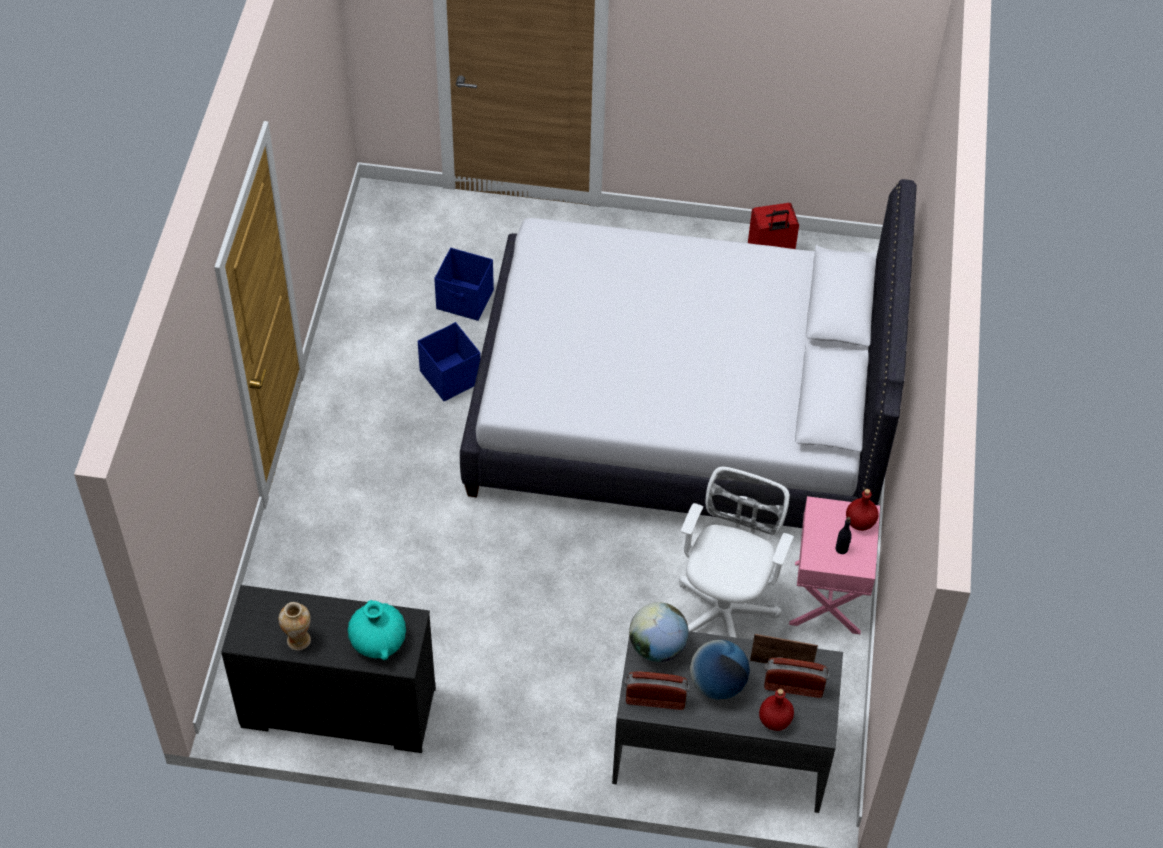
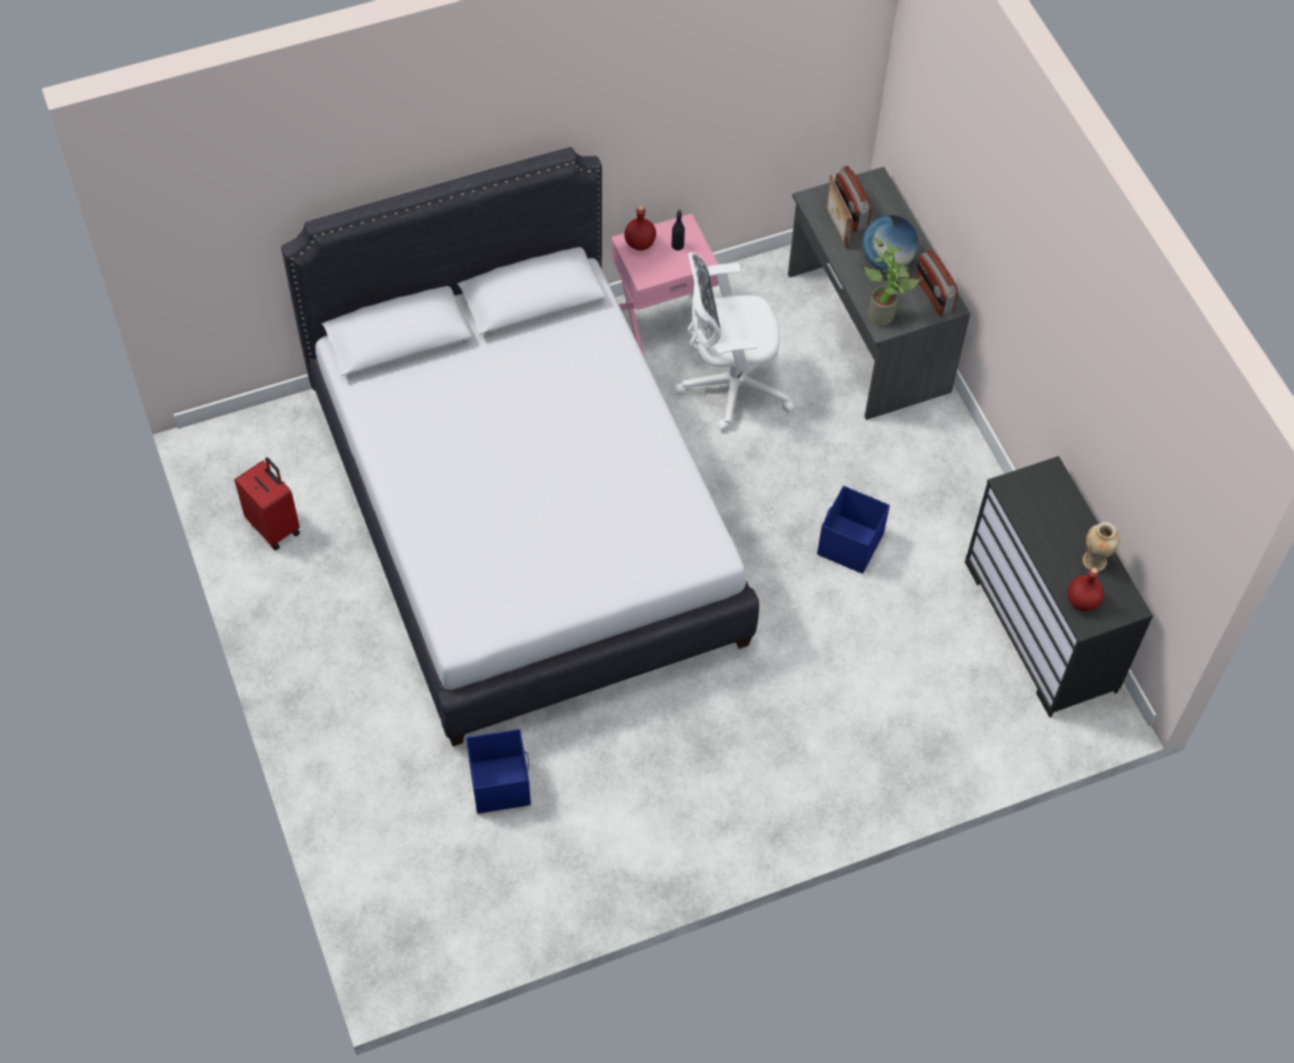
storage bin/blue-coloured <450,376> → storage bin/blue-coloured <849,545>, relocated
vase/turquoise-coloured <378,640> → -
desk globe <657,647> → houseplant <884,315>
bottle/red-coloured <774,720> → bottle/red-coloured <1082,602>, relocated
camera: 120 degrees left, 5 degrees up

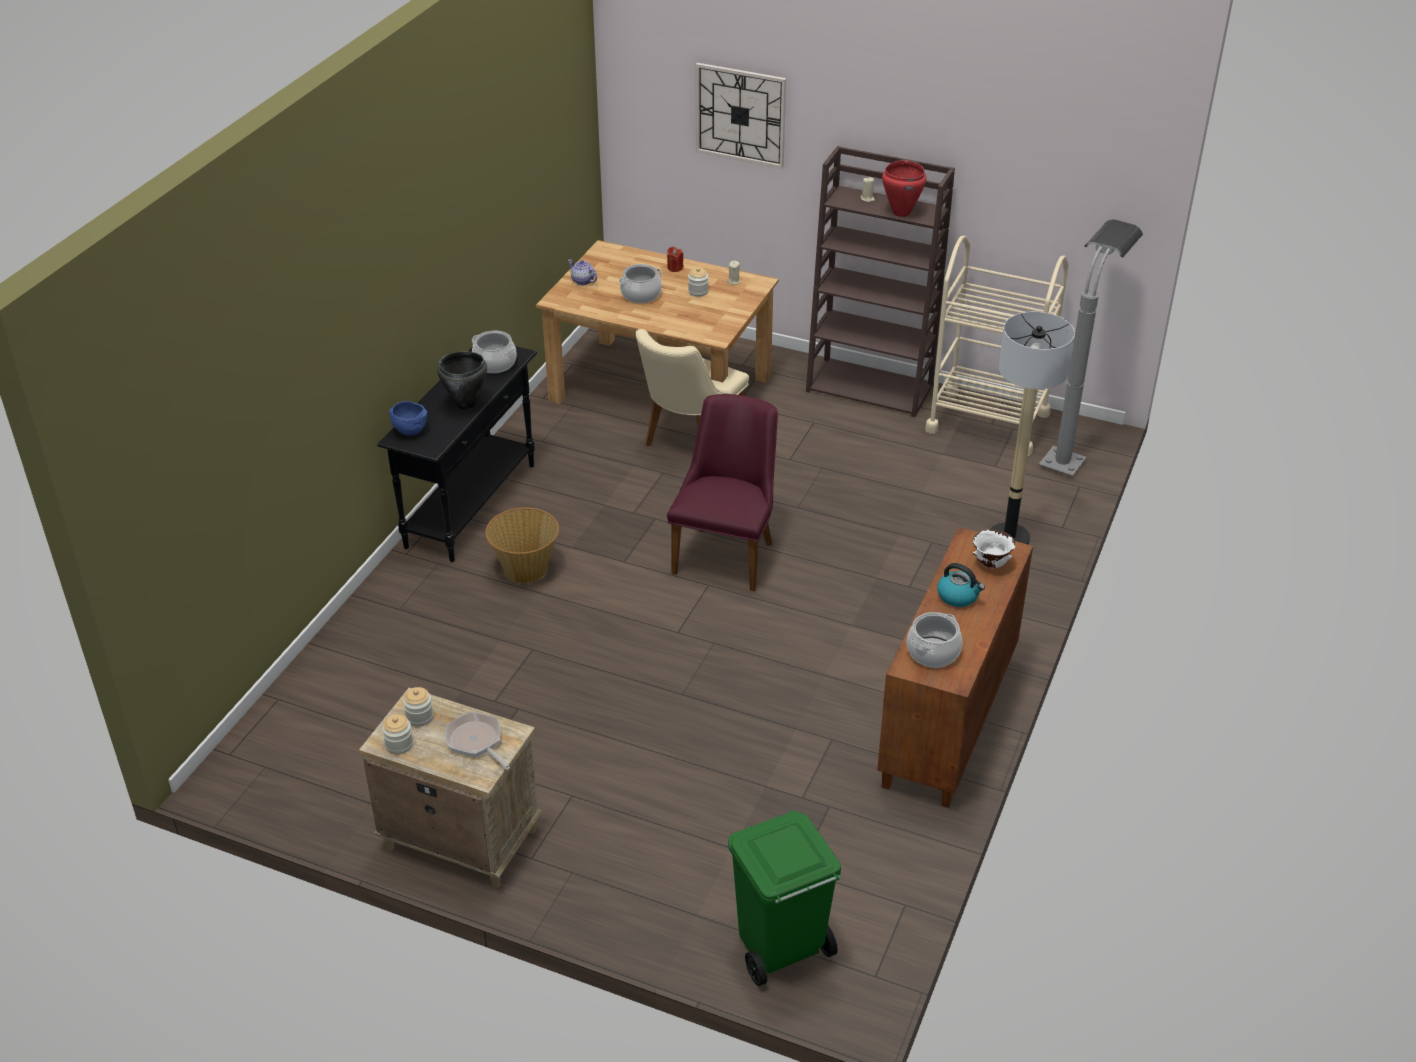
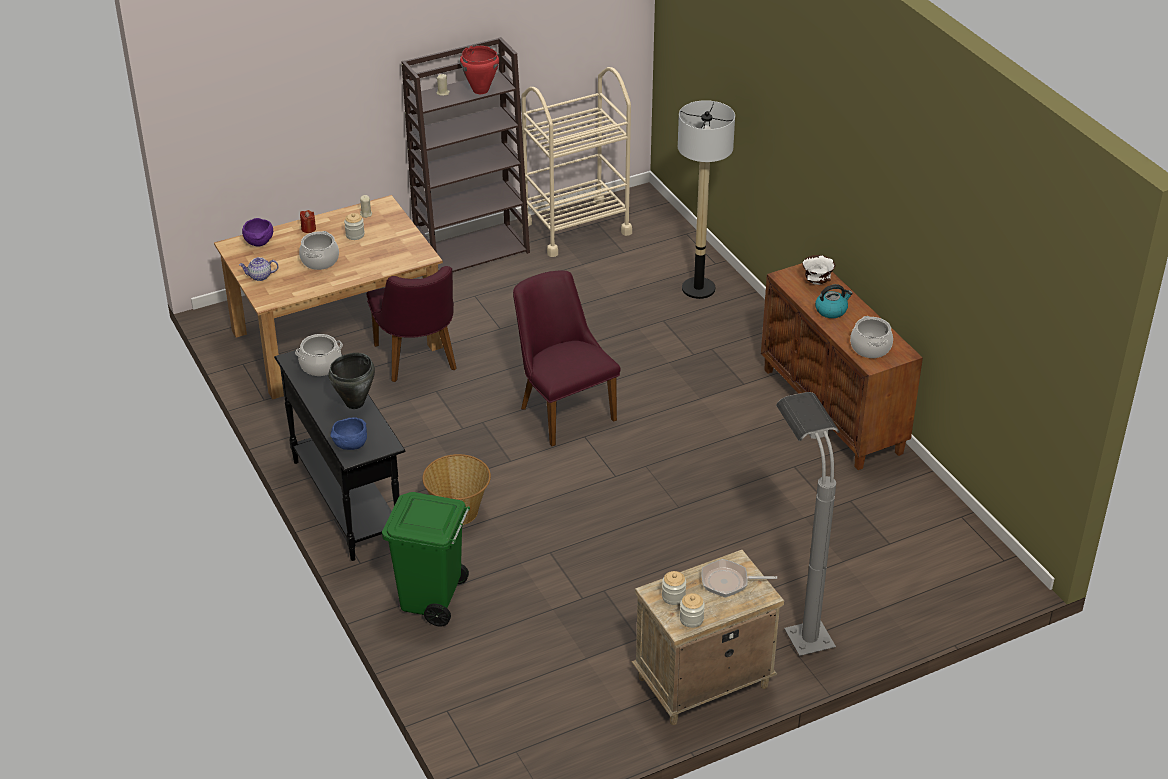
hanging clock <740,115> → -
floor lamp/greyish <1071,450> → floor lamp/greyish <797,621>, relocated
upright chair/beige-coloured <688,443> → upright chair/purplish <418,361>
waste bin/greenish <780,949> → waste bin/greenish <432,600>, relocated
- → deep dish/purplish <259,243>
camera: 50 degrees left, 0 degrees up

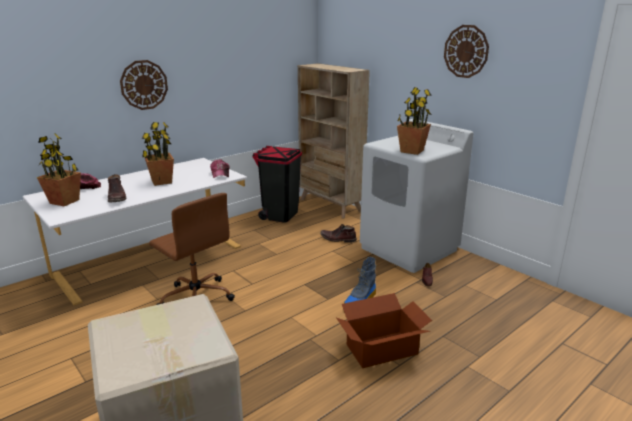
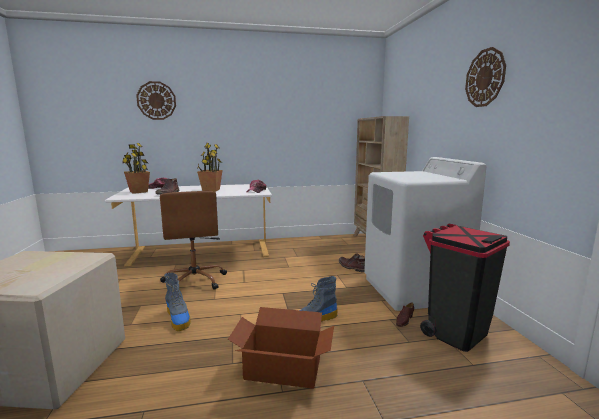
hanging clock <144,85> → hanging clock <156,100>, relocated
houseplant <411,151> → -
waste bin/black-coloured <280,215> → waste bin/black-coloured <456,333>, relocated
- → tall boot <178,319>
camera: 30 degrees right, 10 degrees down

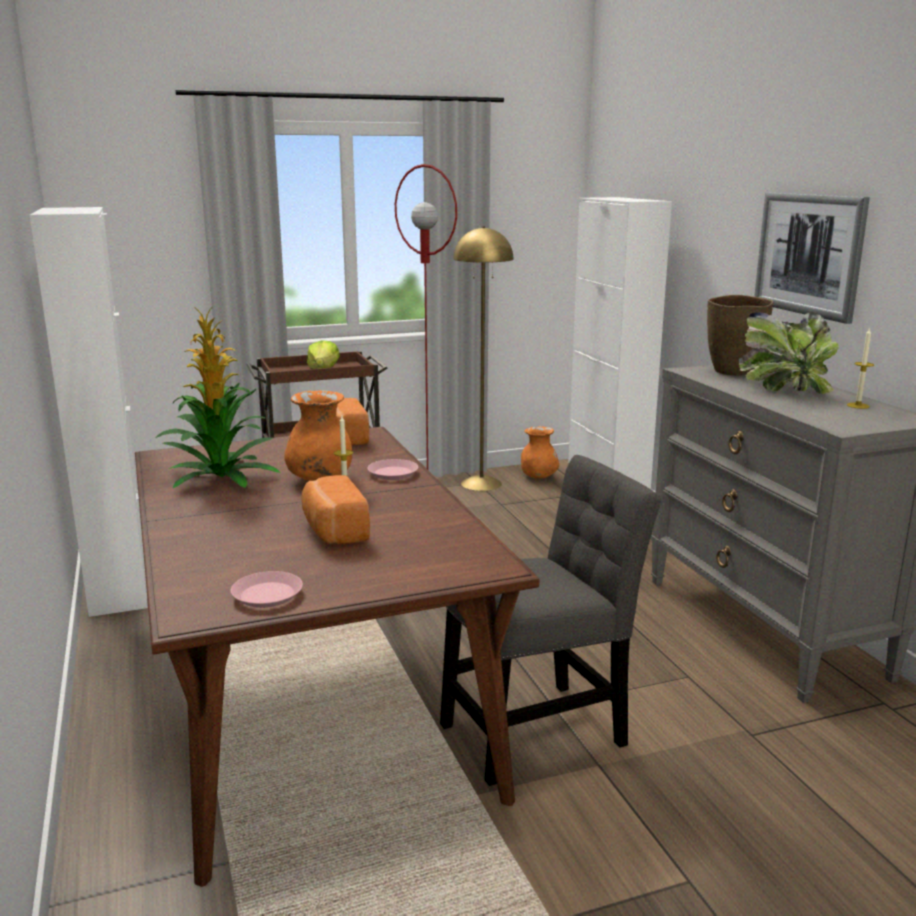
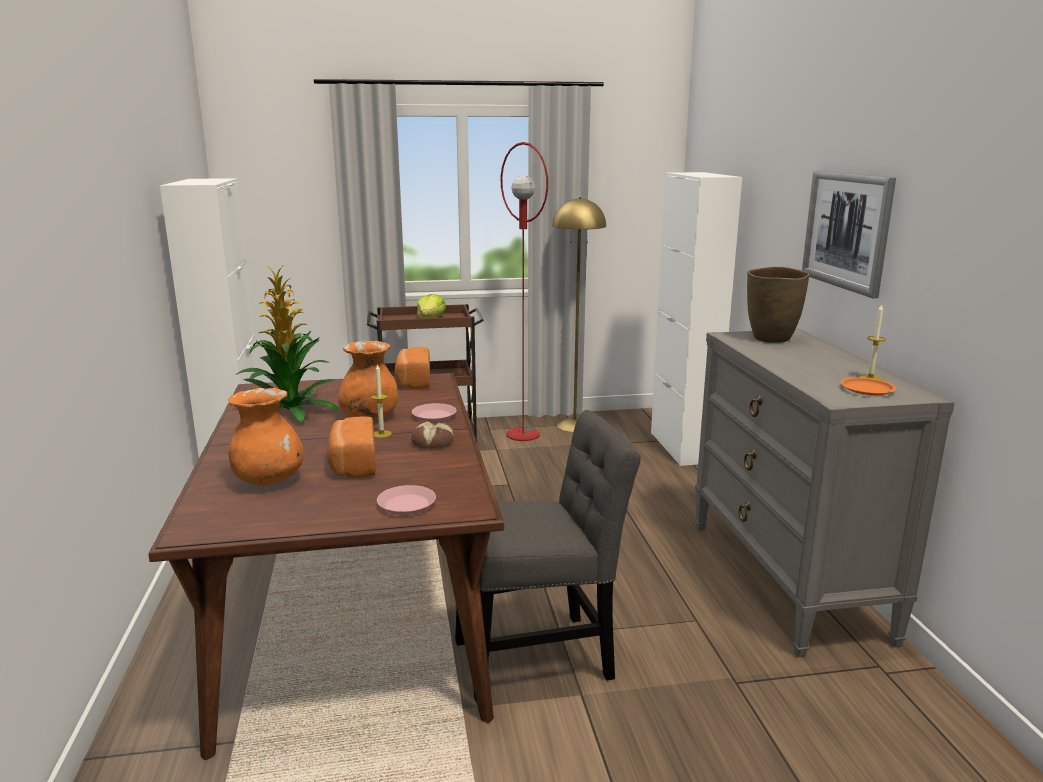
houseplant <784,391> → -
vase/orange <538,477> → vase/orange <269,480>, relocated
dinner plate/pink <267,595> → dinner plate/pink <407,505>, relocated
- → dinner plate/orange <866,389>
- → baked bread <434,442>
camera: 10 degrees right, 0 degrees up

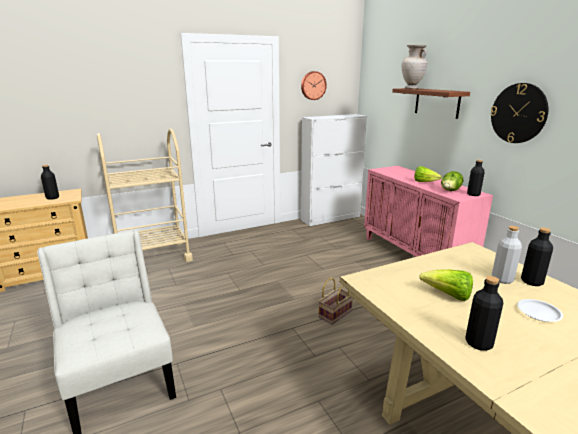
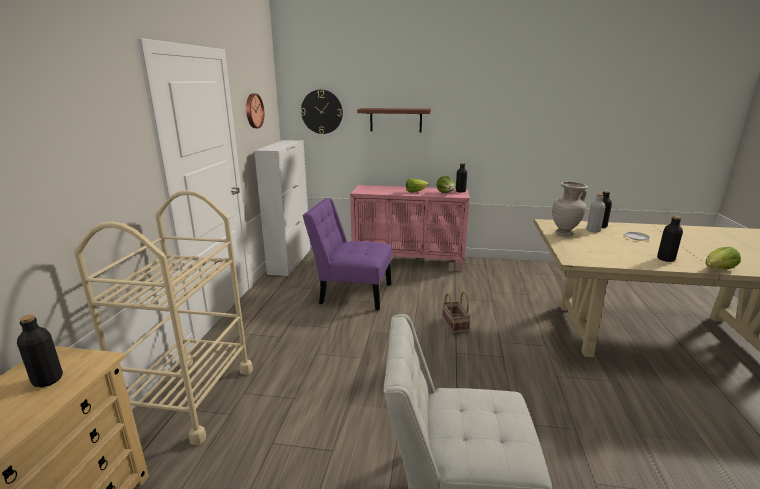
vase/beige-coloured <411,88> → vase/beige-coloured <564,234>, relocated
hanging clock <518,113> → hanging clock <322,112>, relocated
lettuce head <448,295> → lettuce head <718,270>, relocated
- → upright chair/purplish <351,293>
camera: 55 degrees left, 0 degrees up

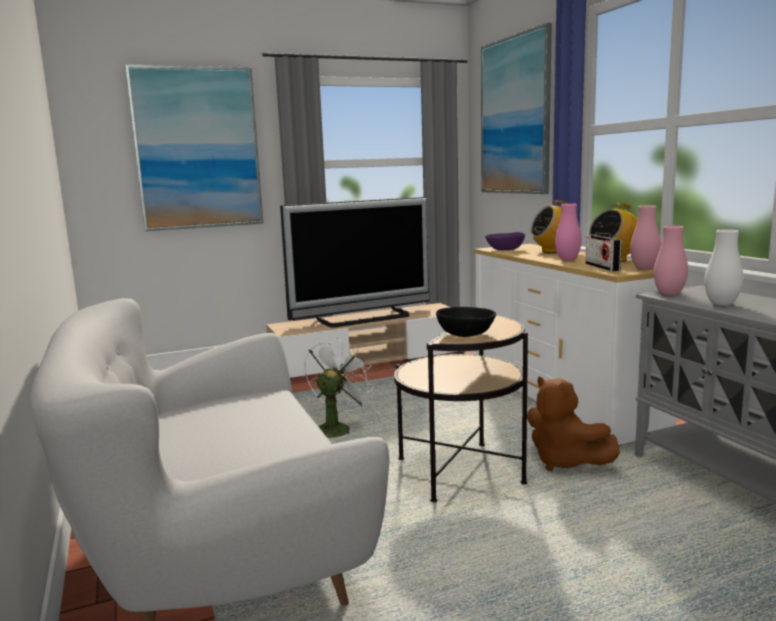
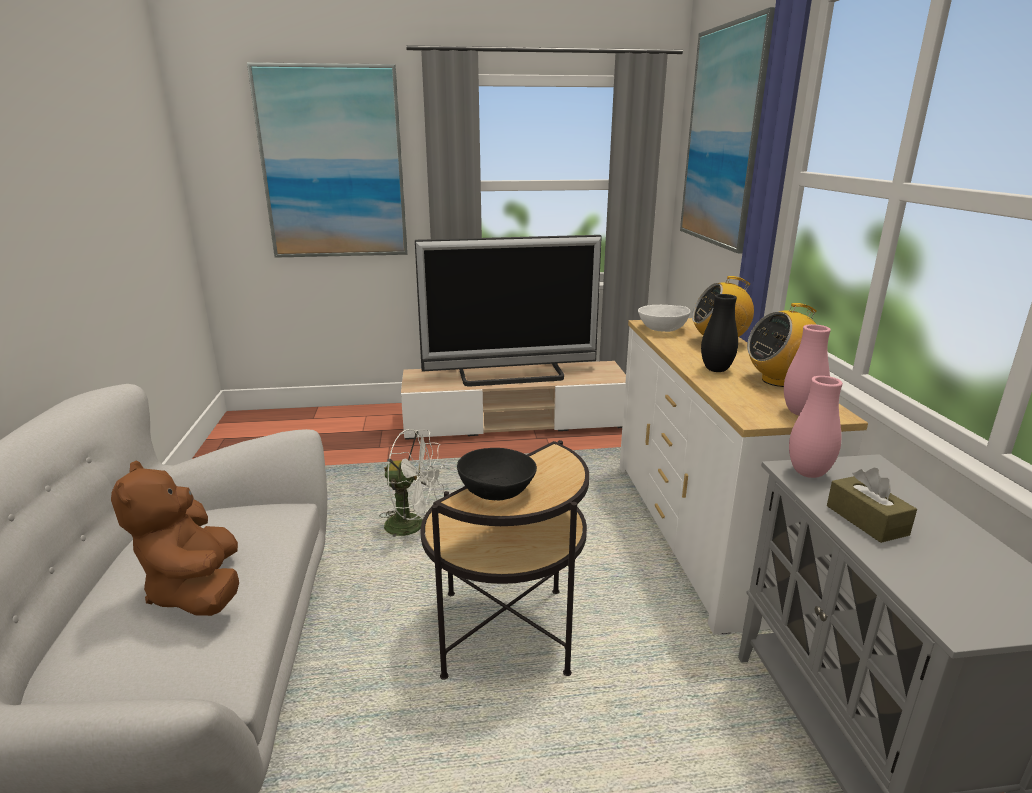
vase/pink <567,260> → vase/black-coloured <716,370>
vase/white-coloured <721,304> → tissue box/brown-coloured <866,520>
deep dish/purplish <505,249> → deep dish/white-coloured <662,329>
radio <602,267> → -
electric fan/white-coloured <336,428> → electric fan/white-coloured <413,526>, 60 degrees clockwise
plush toy/brown-coloured <564,462> → plush toy/brown-coloured <197,590>, relocated
camera: 15 degrees right, 10 degrees up

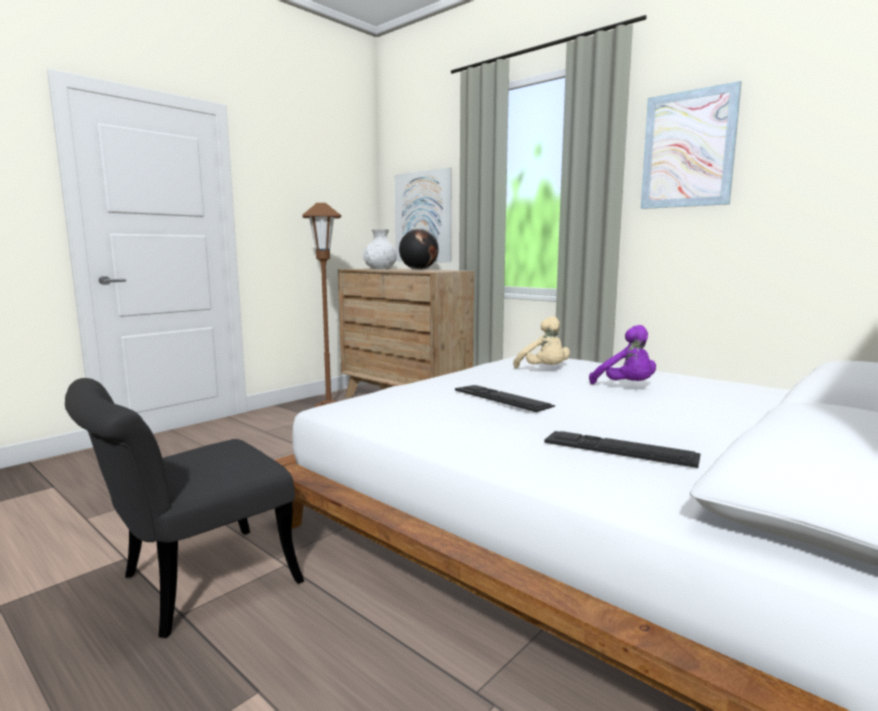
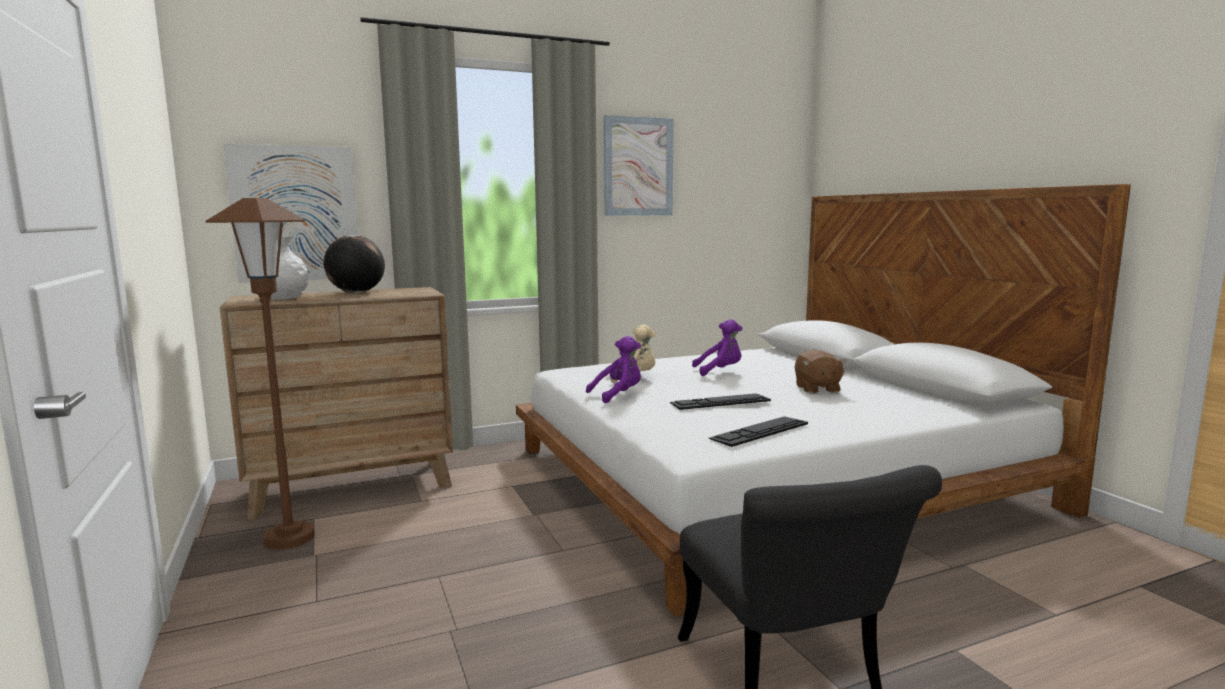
keyboard <620,448> → keyboard <759,431>, relocated
- → plush toy/purplish <618,395>
- → plush toy/brown-coloured <817,389>
camera: 65 degrees left, 0 degrees up

